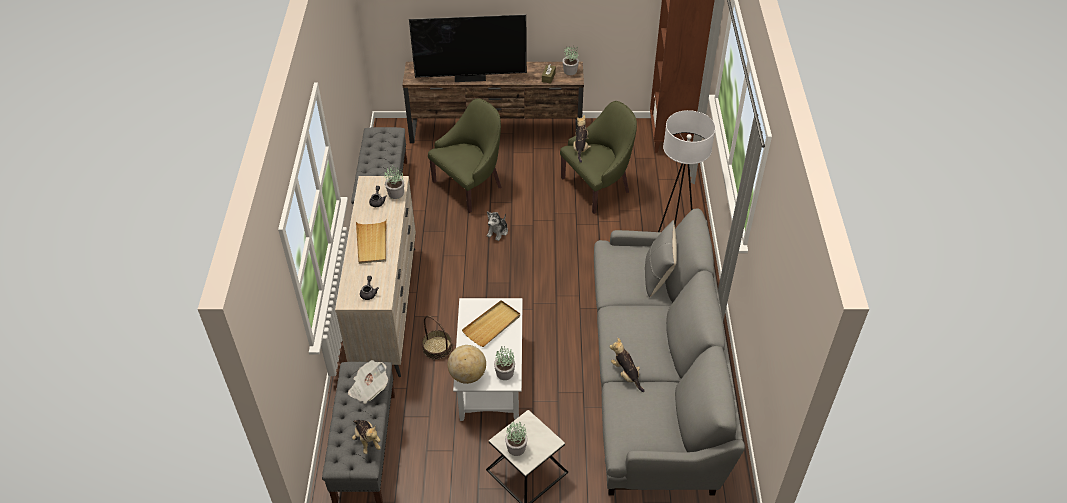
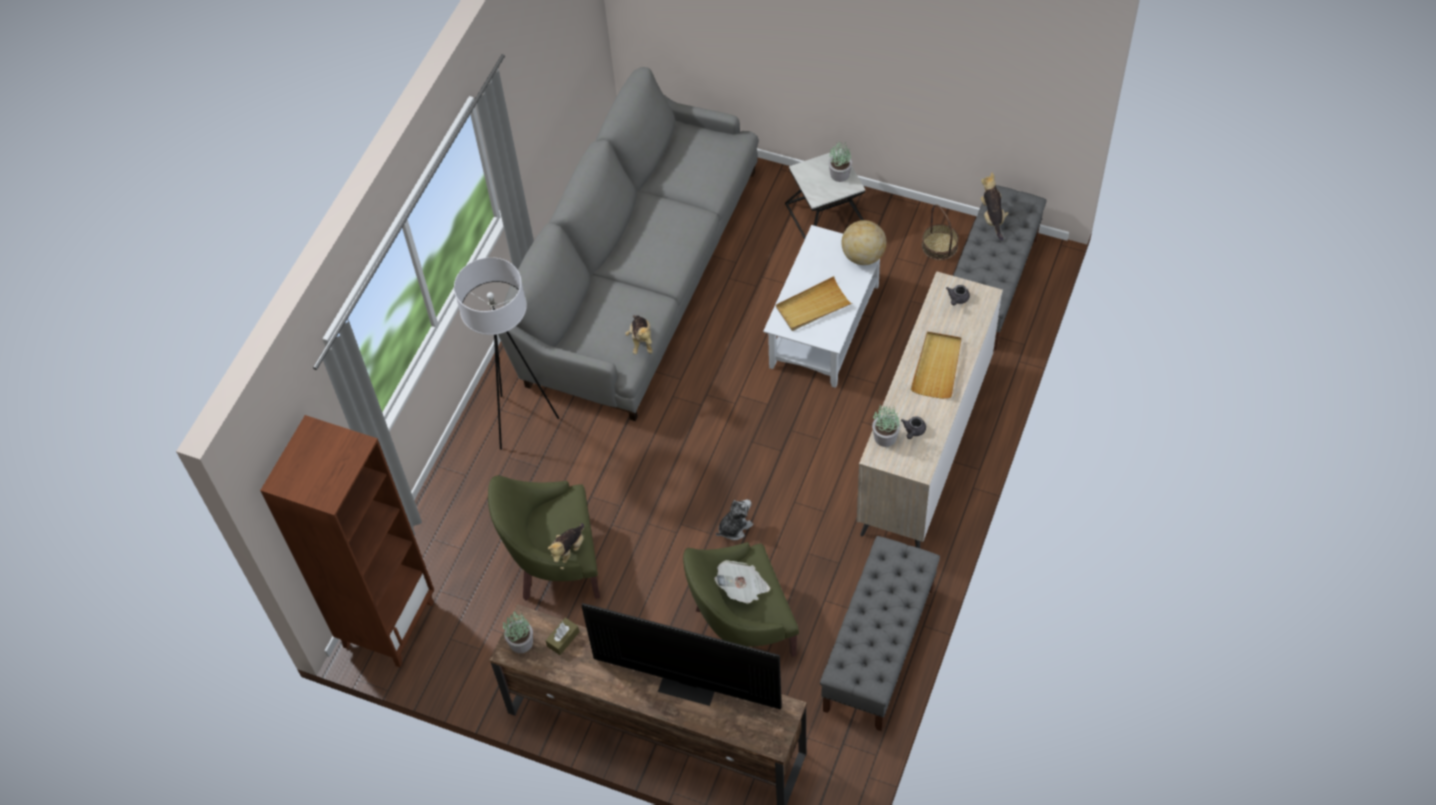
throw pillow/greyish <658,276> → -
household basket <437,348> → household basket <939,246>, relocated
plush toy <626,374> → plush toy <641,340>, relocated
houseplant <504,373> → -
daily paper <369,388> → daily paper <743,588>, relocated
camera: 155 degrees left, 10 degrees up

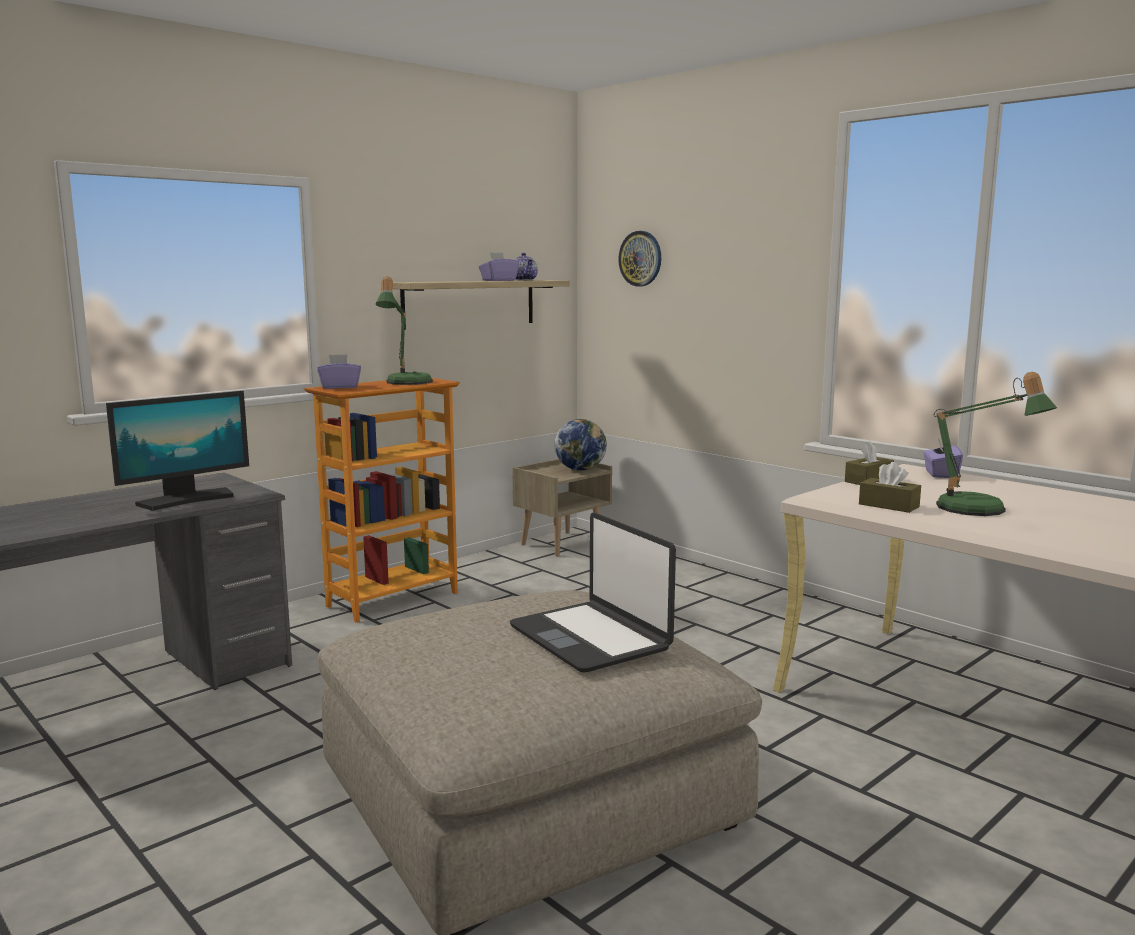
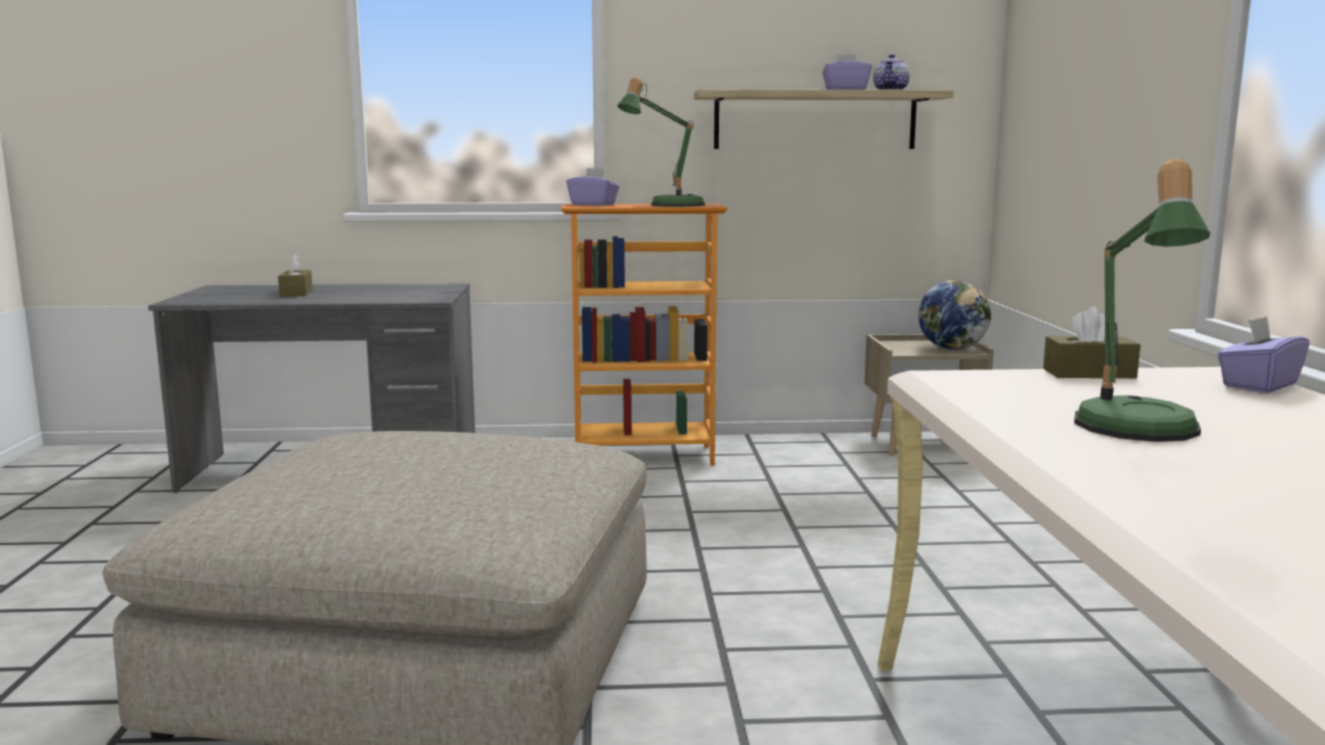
hanging clock <640,258> → -
monitor <186,500> → -
tissue box/brown-coloured <888,505> → tissue box/brown-coloured <296,293>, relocated
portable computer <590,638> → -
camera: 40 degrees right, 0 degrees up

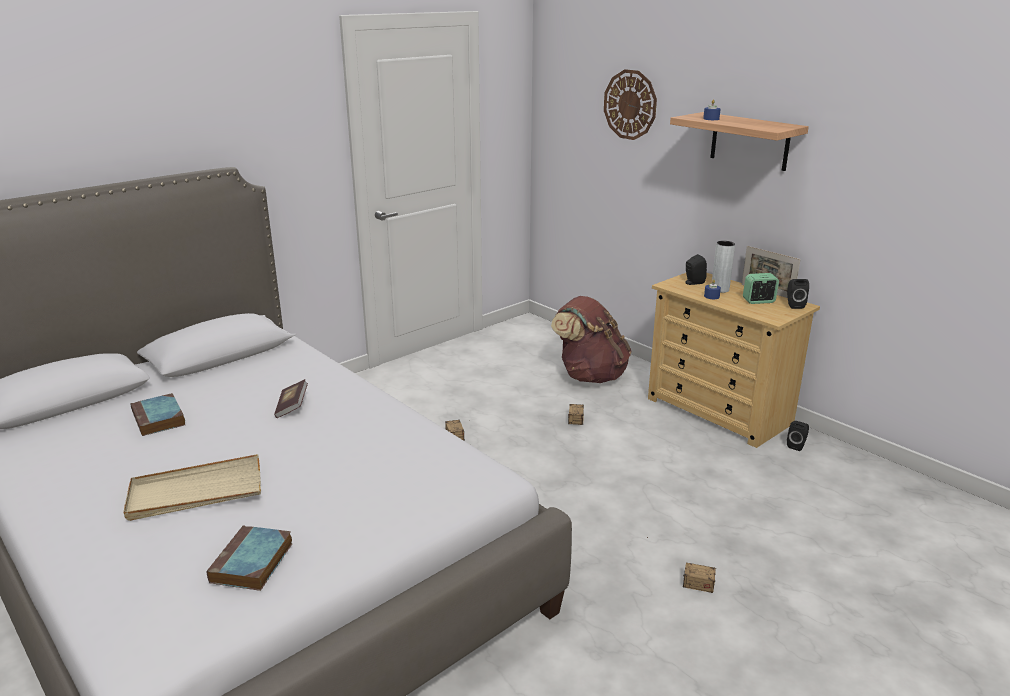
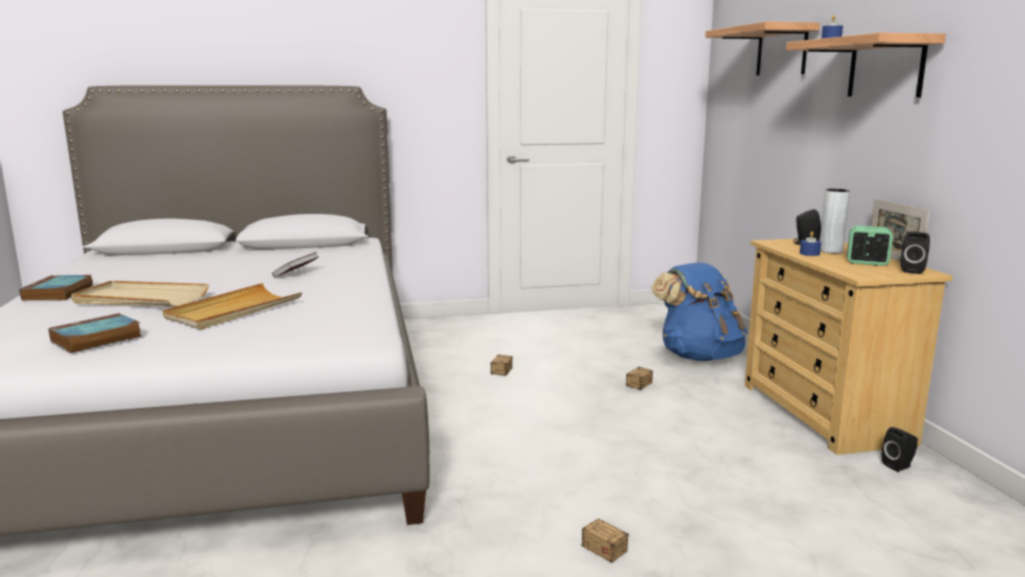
hanging clock <630,104> → wall shelf <781,51>
backpack/brown-coloured <590,376> → backpack/blue-coloured <699,356>
book <159,419> → book <58,293>, relocated
- → tray/beige-coloured <234,311>
camera: 30 degrees right, 10 degrees down

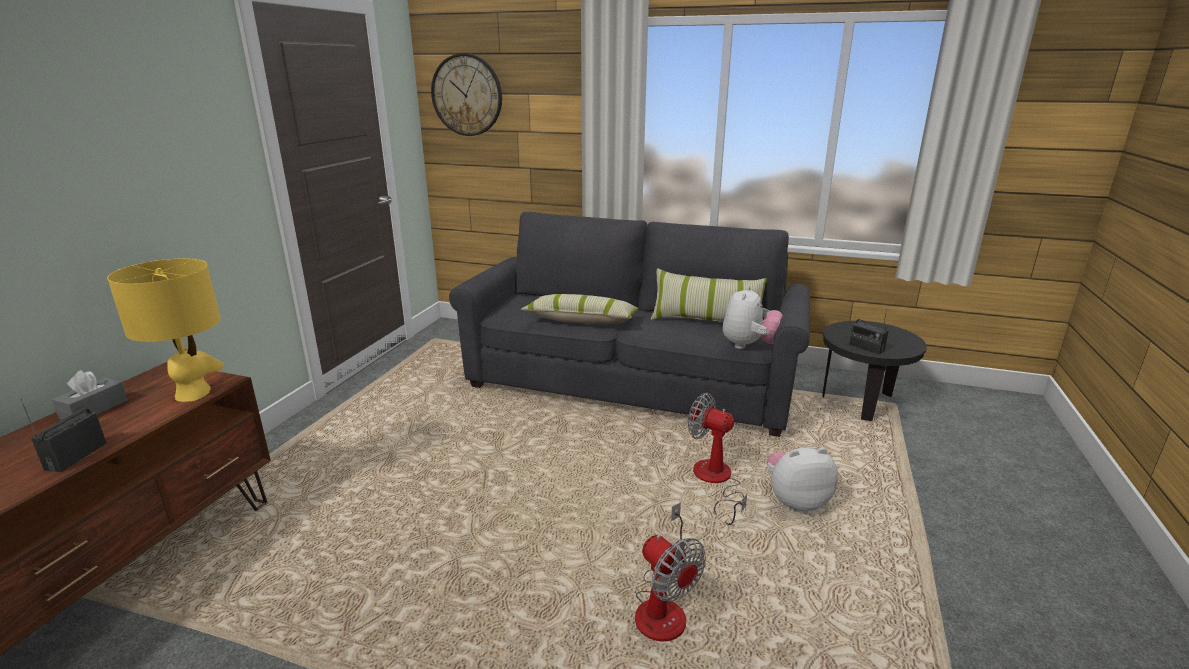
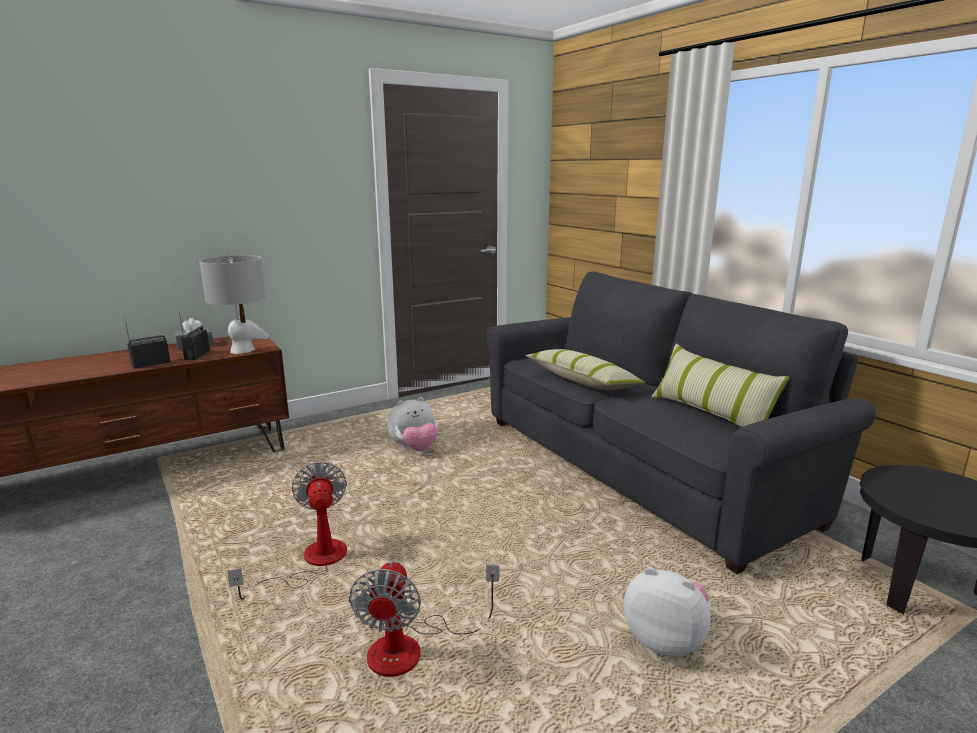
hanging clock <467,95> → -
table lamp/yellow <193,393> → table lamp/greyish <242,350>
plush toy <749,346> → plush toy <414,449>, relocated
radio <866,348> → radio <197,355>, relocated
electric fan <715,482> → electric fan <312,562>, relocated
camera: 40 degrees right, 5 degrees down

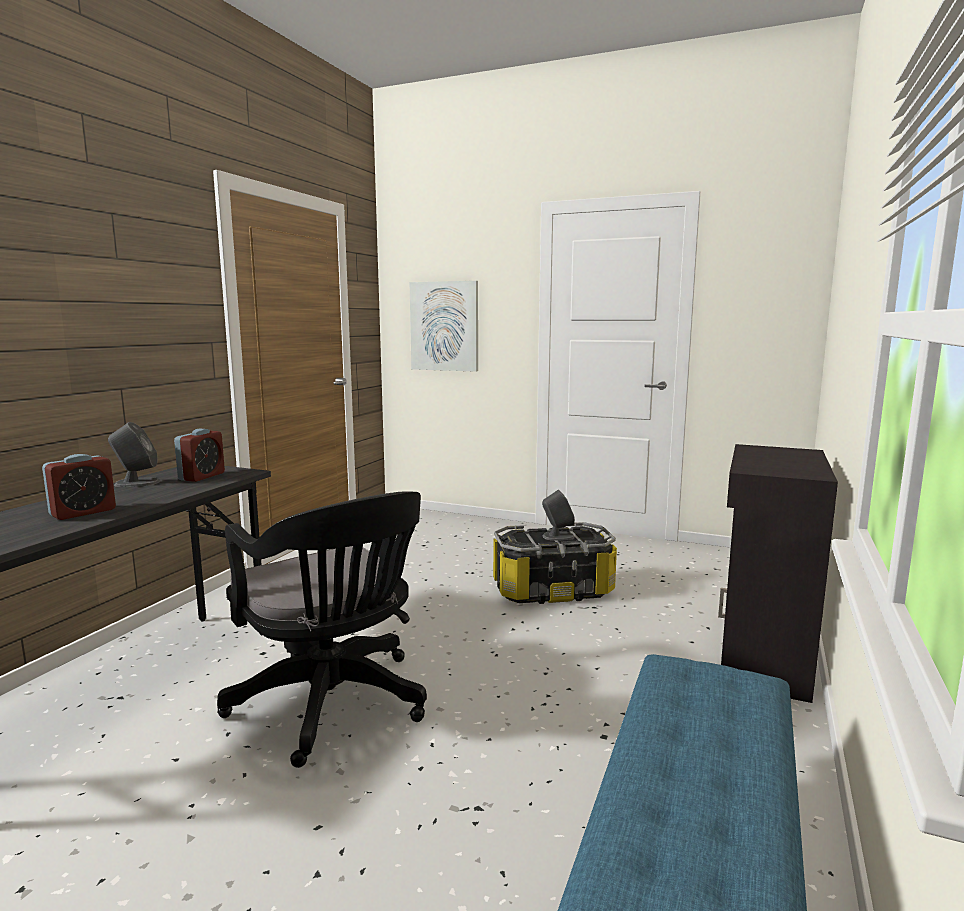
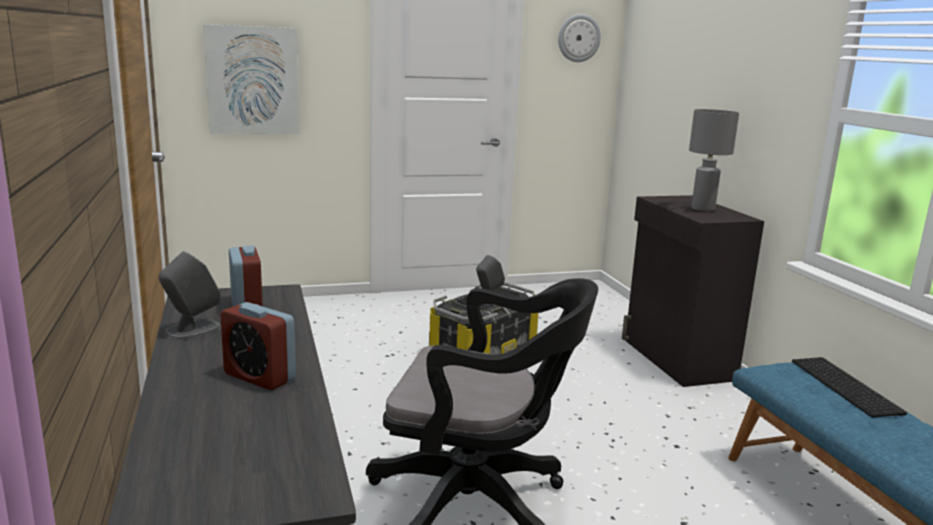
table clock <83,512> → table clock <259,377>, 120 degrees clockwise
- → hanging clock <578,38>
- → table lamp/greyish <703,209>
- → keyboard <847,386>
camera: 40 degrees left, 5 degrees up

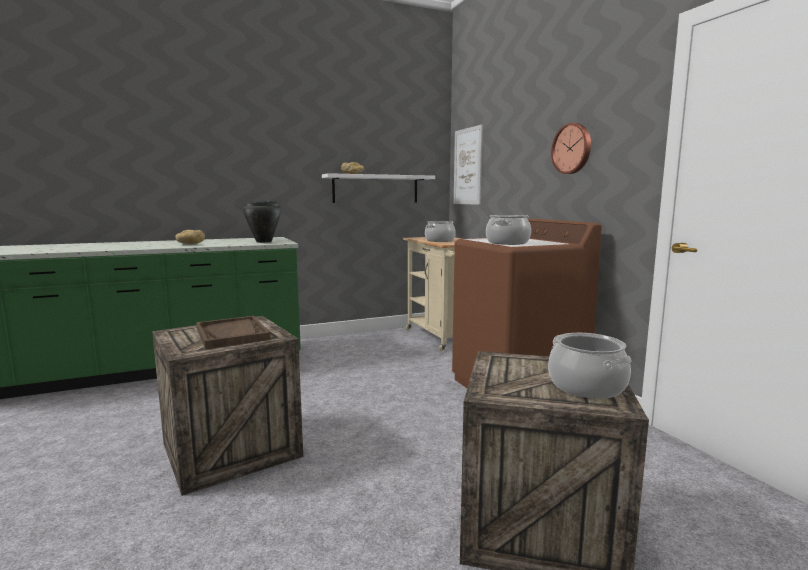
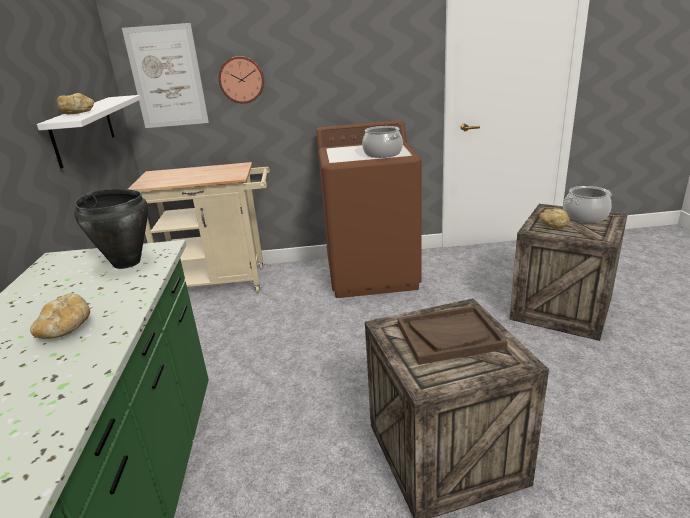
hanging clock <572,149> → hanging clock <241,79>, relocated
stockpot <440,240> → -
- → baked bread <553,225>
camera: 70 degrees left, 15 degrees up

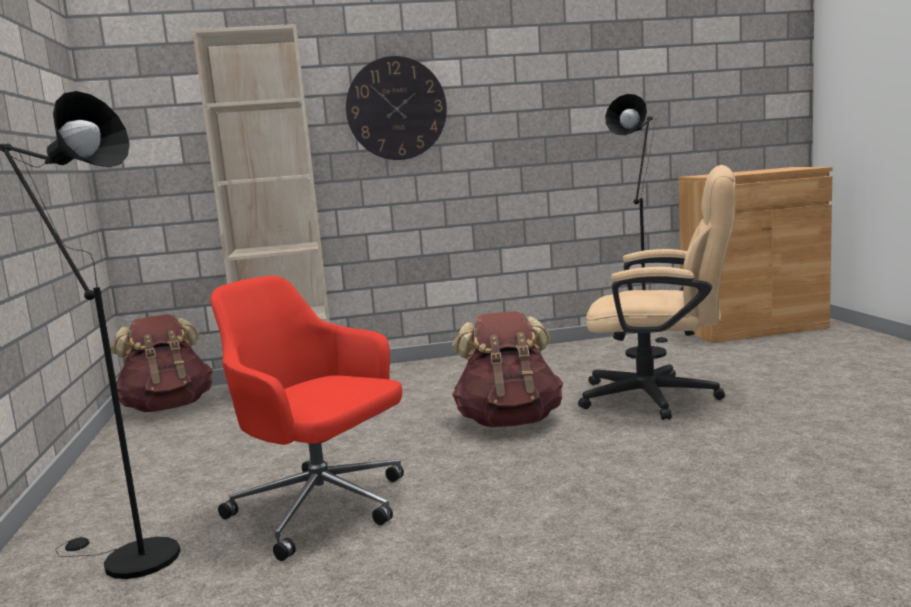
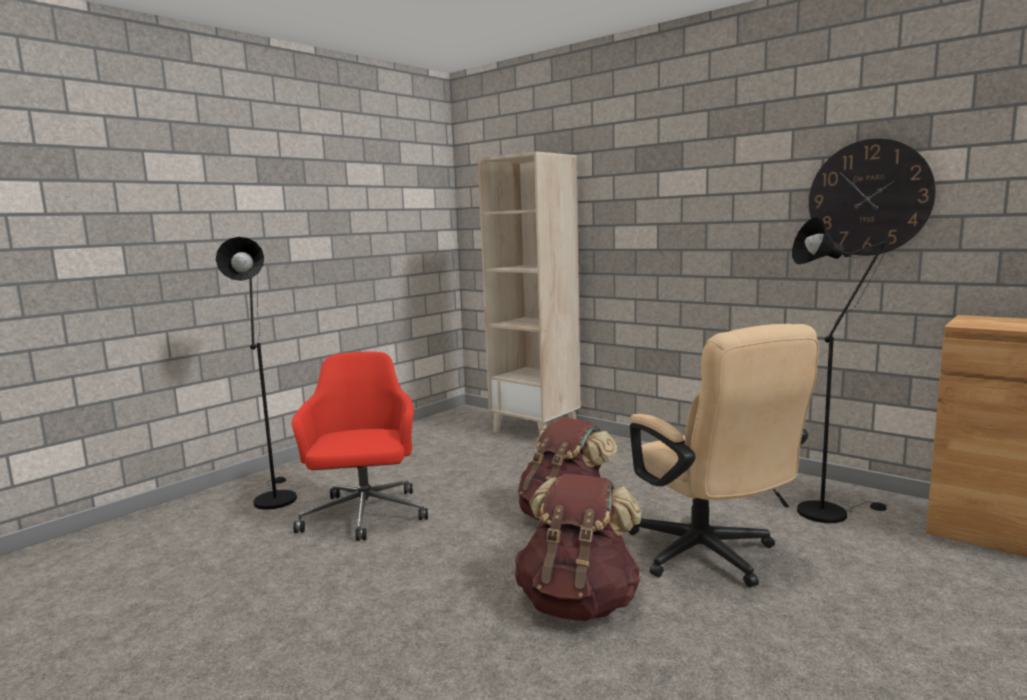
hanging clock <396,108> → hanging clock <869,198>, relocated
backpack/brown-coloured <168,407> → backpack/brown-coloured <579,603>, relocated
camera: 50 degrees right, 0 degrees up

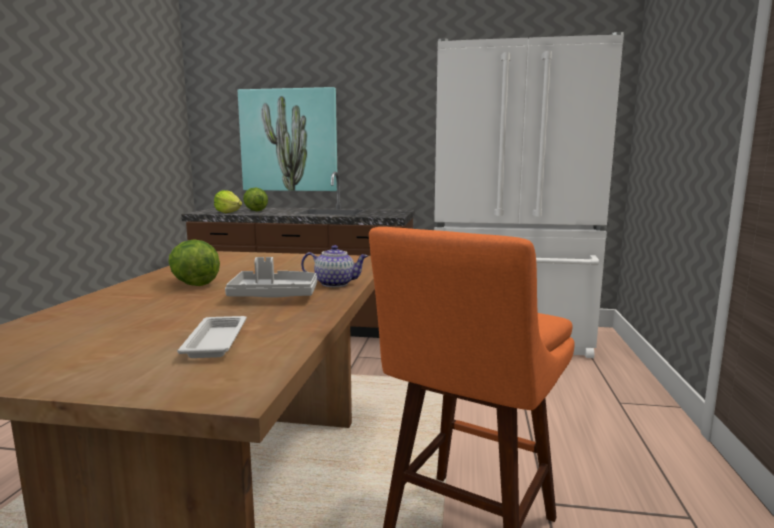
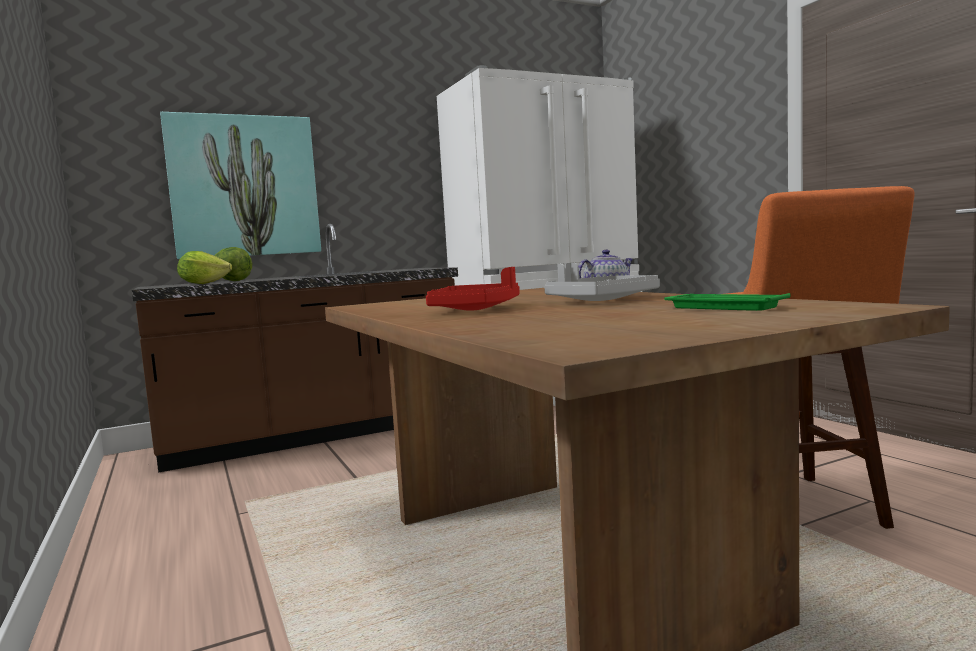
lettuce head <193,284> → tray/red-coloured <476,309>
tray/white-coloured <216,341> → tray/greenish <722,307>
camera: 35 degrees left, 5 degrees down

